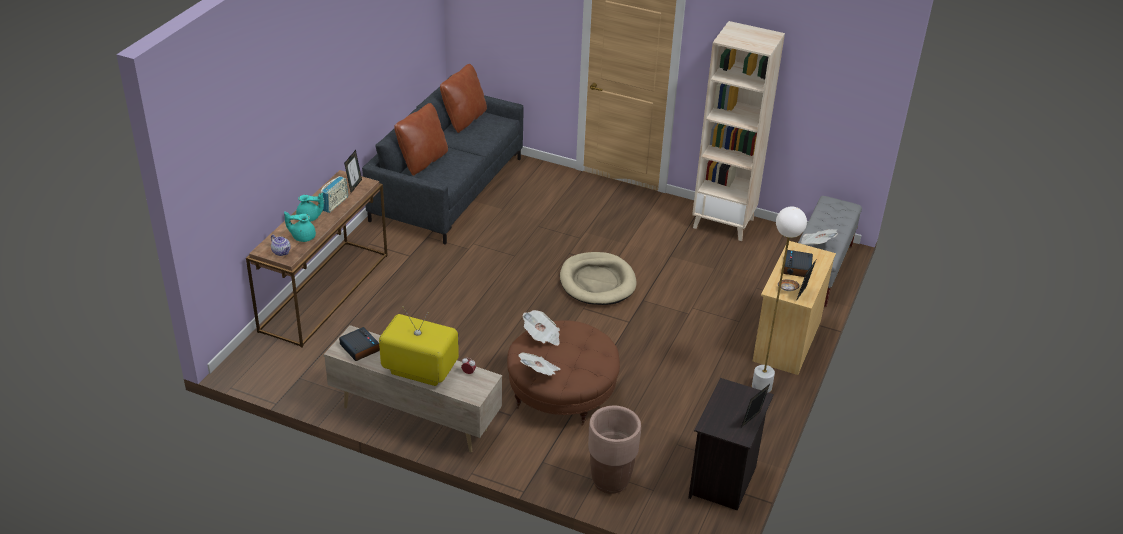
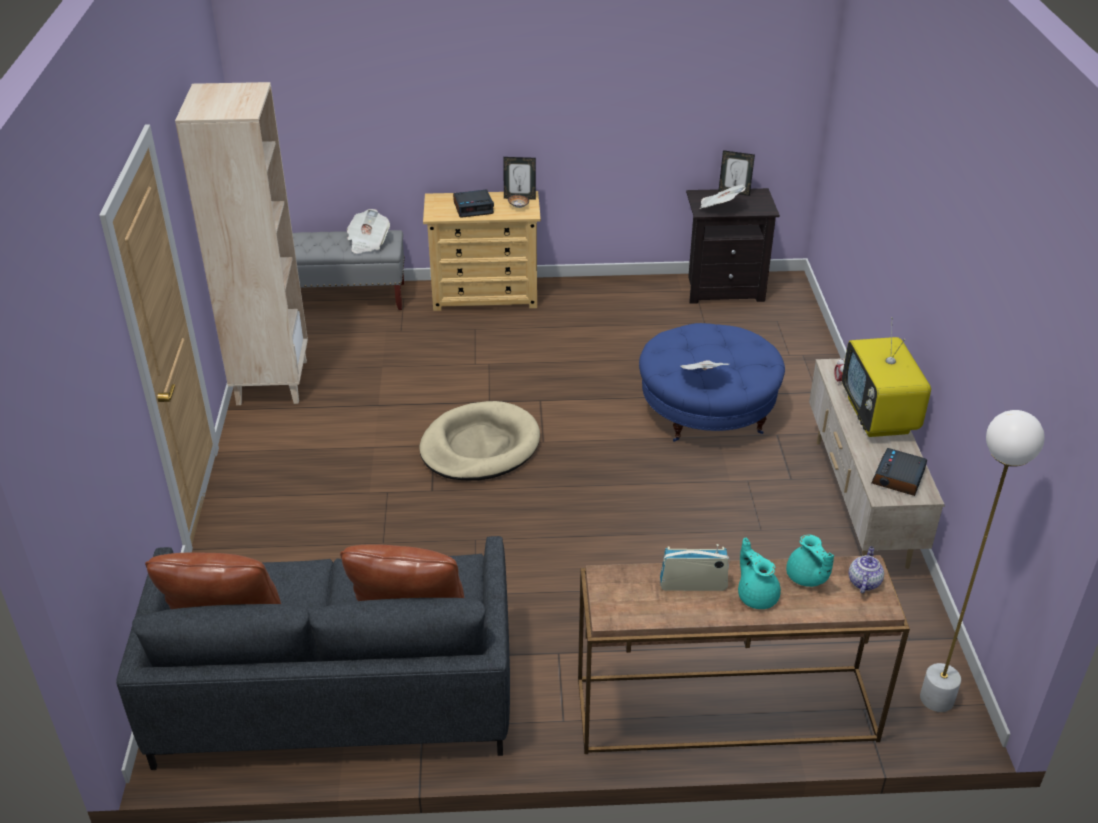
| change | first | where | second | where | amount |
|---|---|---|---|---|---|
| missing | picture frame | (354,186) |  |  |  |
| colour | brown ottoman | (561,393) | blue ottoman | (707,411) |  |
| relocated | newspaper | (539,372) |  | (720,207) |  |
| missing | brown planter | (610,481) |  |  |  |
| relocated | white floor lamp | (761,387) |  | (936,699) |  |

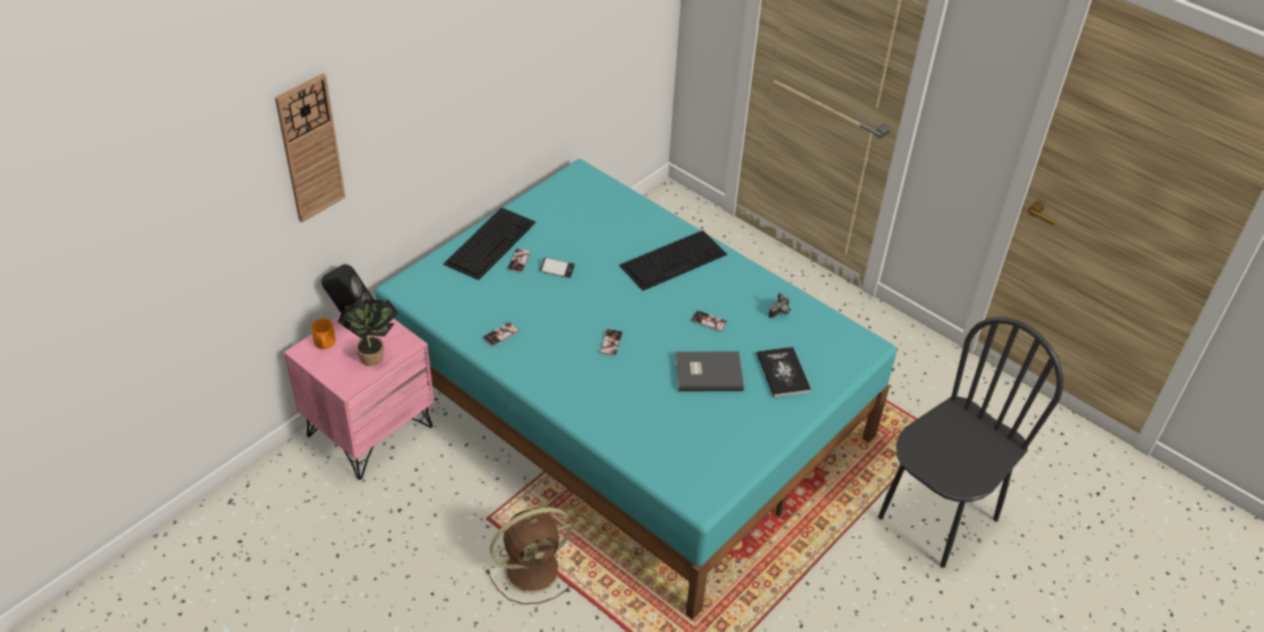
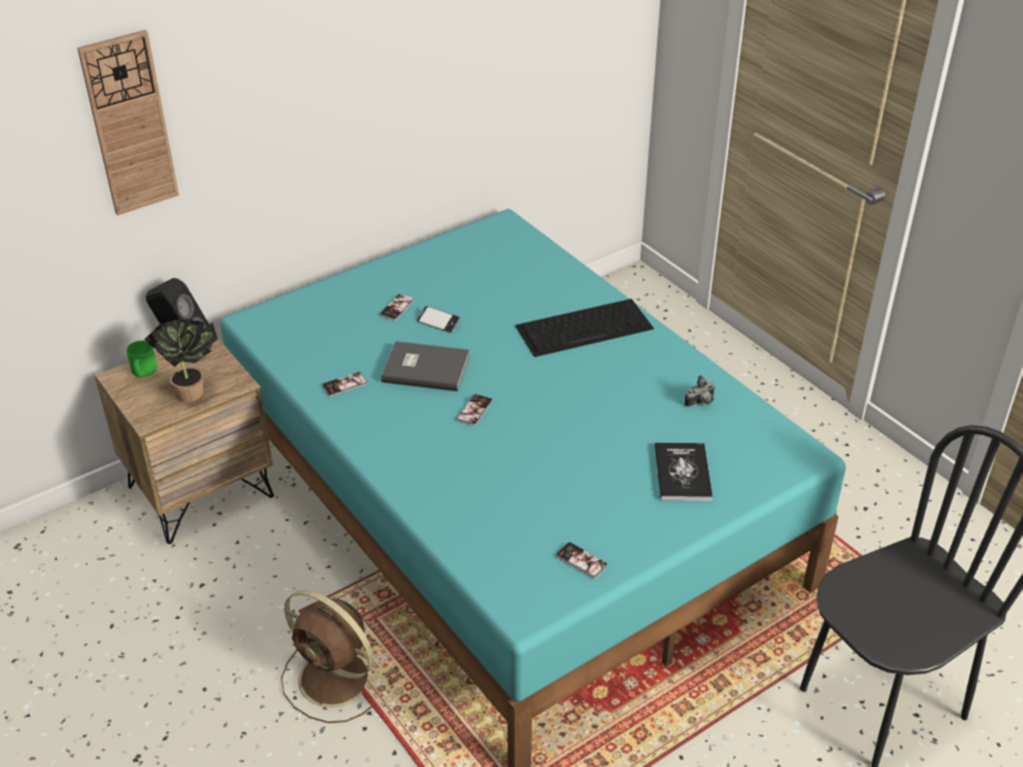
| change | first | where | second | where | amount |
|---|---|---|---|---|---|
| colour | pink nightstand | (369,430) | brown nightstand | (200,491) |  |
| colour | orange mug | (325,344) | green mug | (143,372) |  |
| missing | keyboard | (490,242) |  |  |  |
| spun | brown fan | (535,568) |  | (337,679) | 45 degrees clockwise |
| relocated | grey book | (707,372) |  | (425,367) |  |
| relocated | phone | (709,321) |  | (581,561) |  |

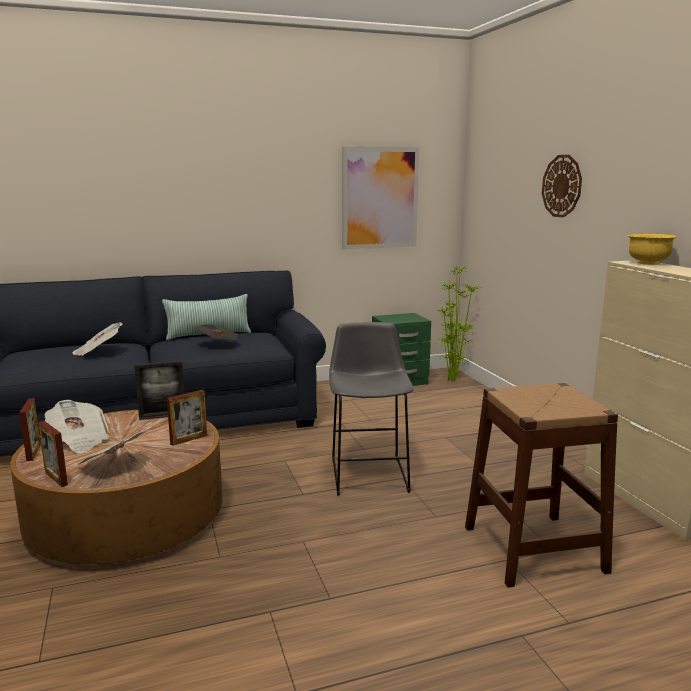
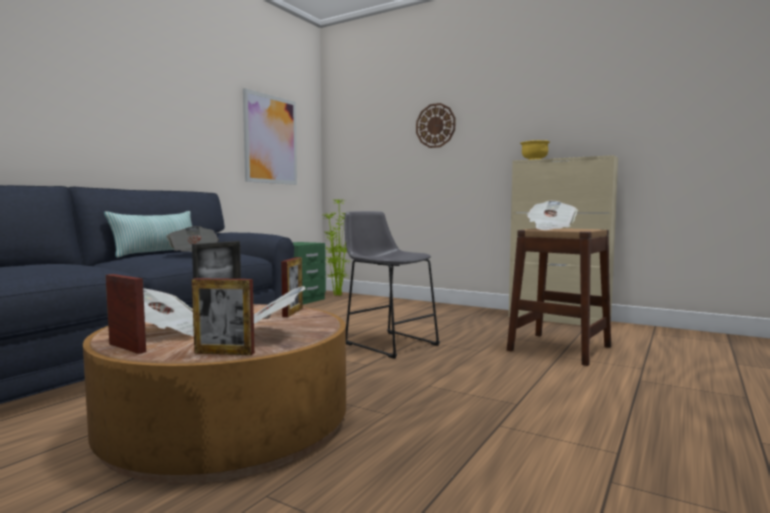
| change | first | where | second | where | amount |
|---|---|---|---|---|---|
| relocated | newspaper | (98,352) |  | (550,229) |  |

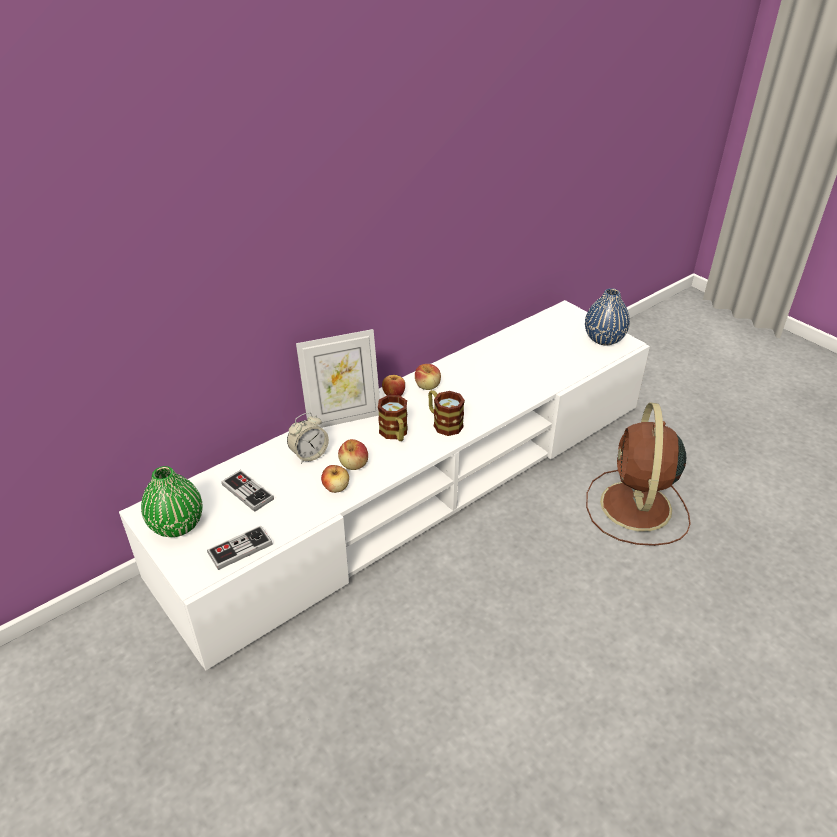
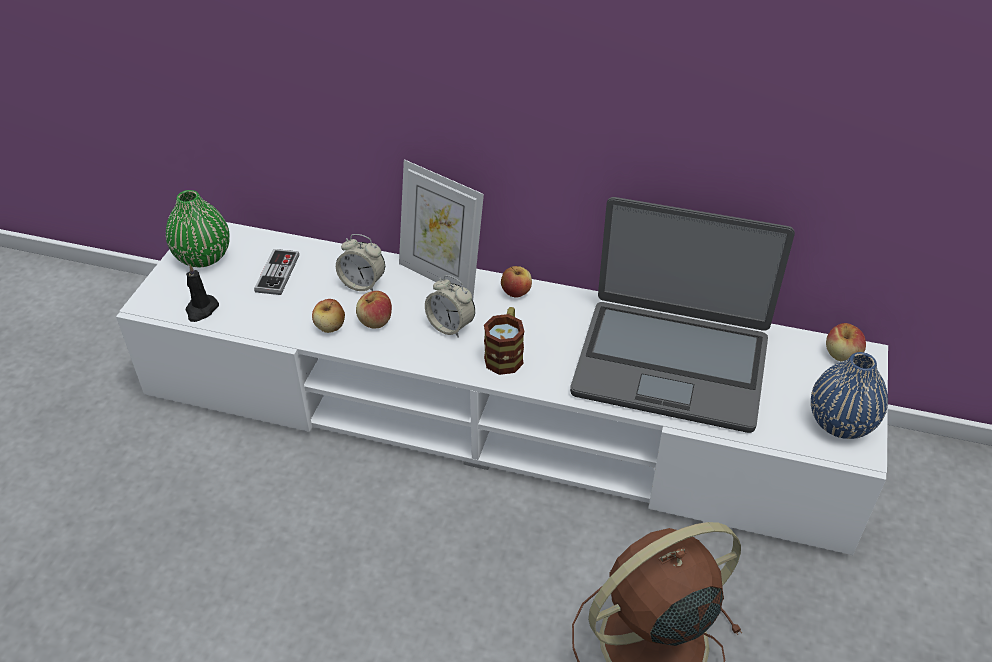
| change | first | where | second | where | amount |
|---|---|---|---|---|---|
| exchanged | game controller | (240,549) | black candle | (201,310) |  |
| exchanged | mug | (395,434) | alarm clock | (450,326) |  |
| relocated | apple | (427,386) |  | (842,355) |  |
| appeared |  |  | laptop | (671,364) |  |

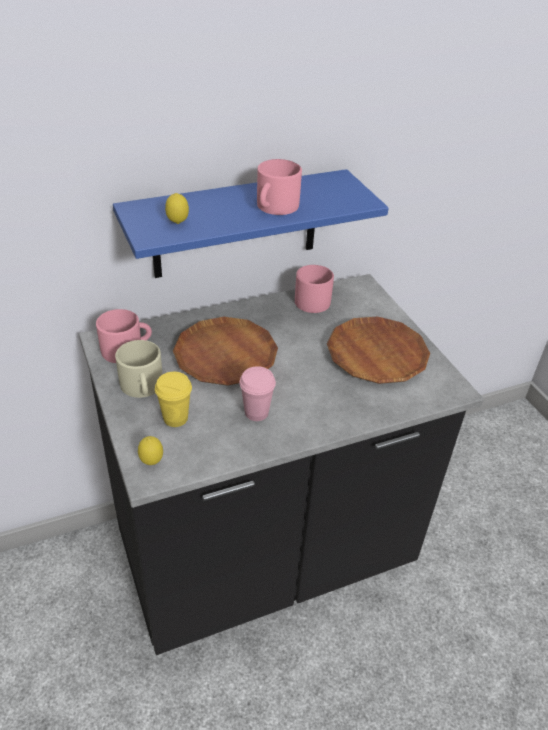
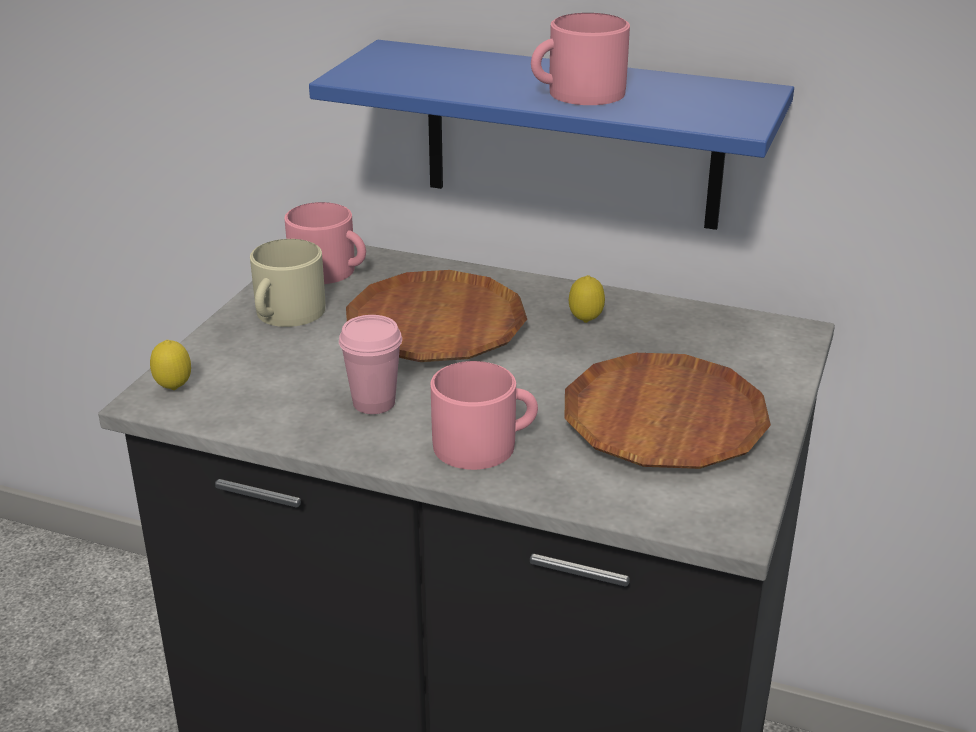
| change | first | where | second | where | amount |
|---|---|---|---|---|---|
| missing | yellow cup | (175,418) |  |  |  |
| relocated | lemon | (178,223) |  | (585,322) |  |
| relocated | pink mug | (315,300) |  | (485,444) |  |

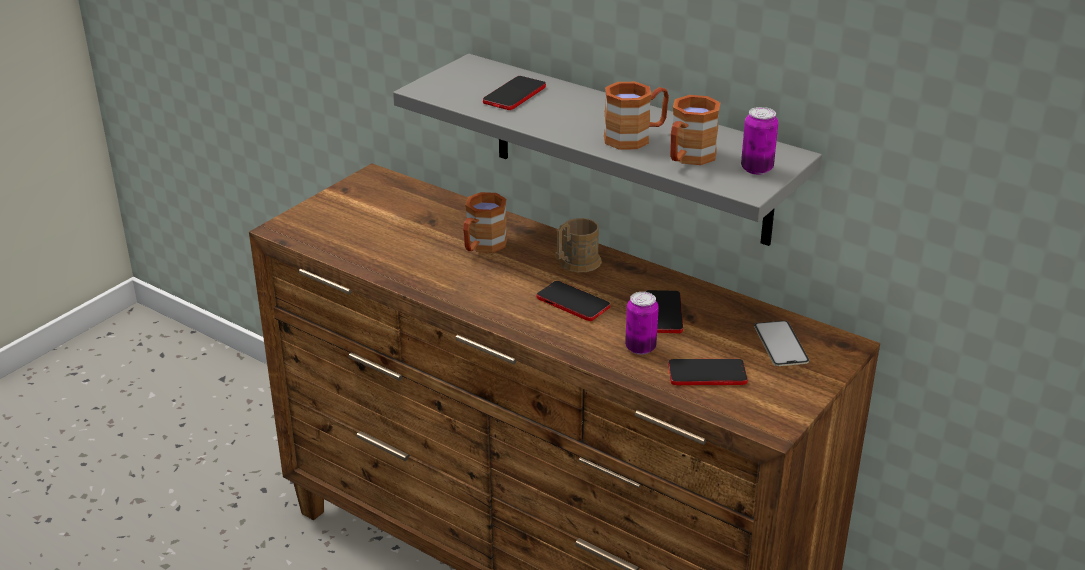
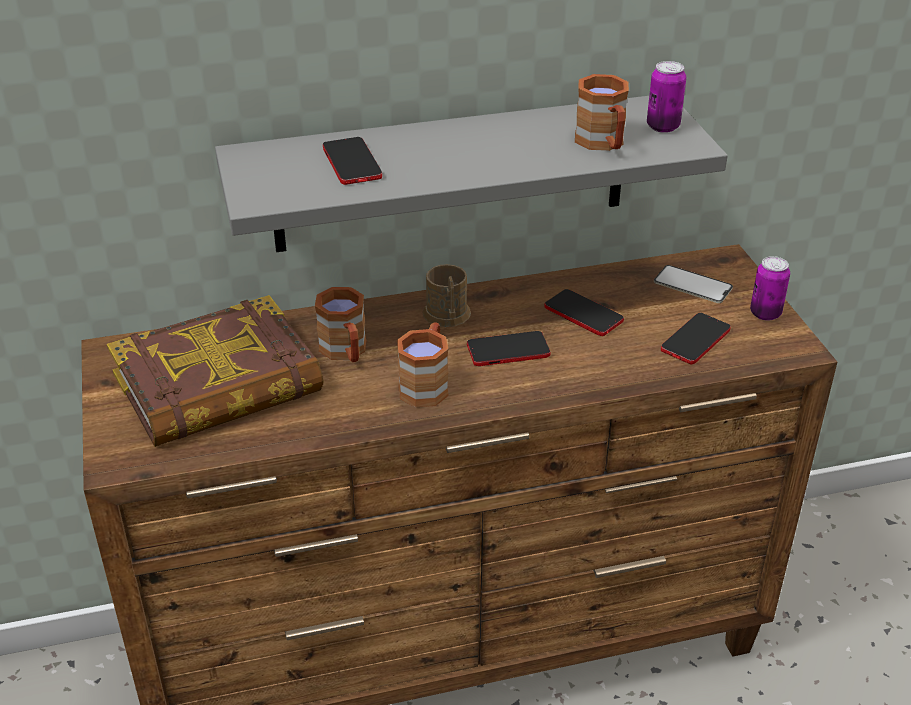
| change | first | where | second | where | amount |
|---|---|---|---|---|---|
| relocated | brown mug | (635,137) |  | (426,383) |  |
| relocated | can | (640,348) |  | (765,313) |  |
| appeared |  |  | book | (218,384) |  |

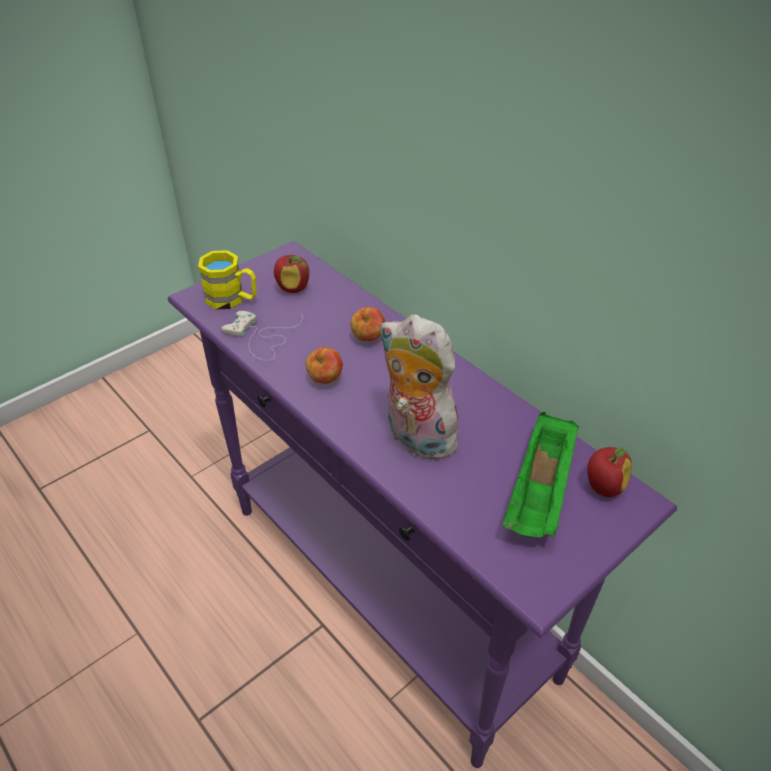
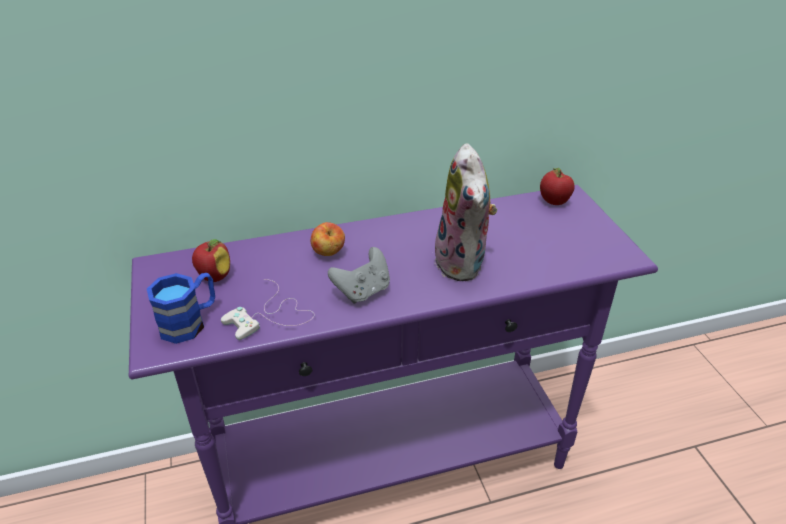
| change | first | where | second | where | amount |
|---|---|---|---|---|---|
| colour | yellow mug | (232,299) | blue mug | (190,322) |  |
| exchanged | apple | (325,379) | grey game controller | (363,291) |  |
| spun | plush toy | (415,438) |  | (464,263) | 75 degrees counterclockwise |
| missing | green tray | (540,492) |  |  |  |

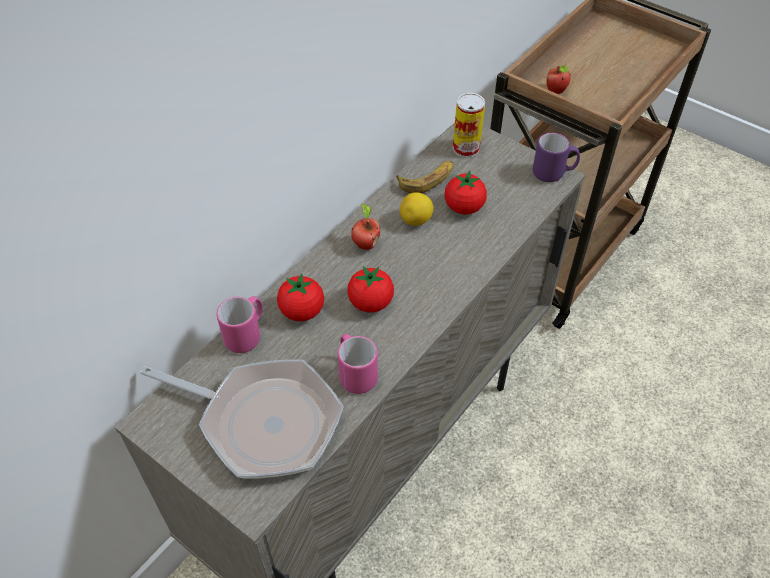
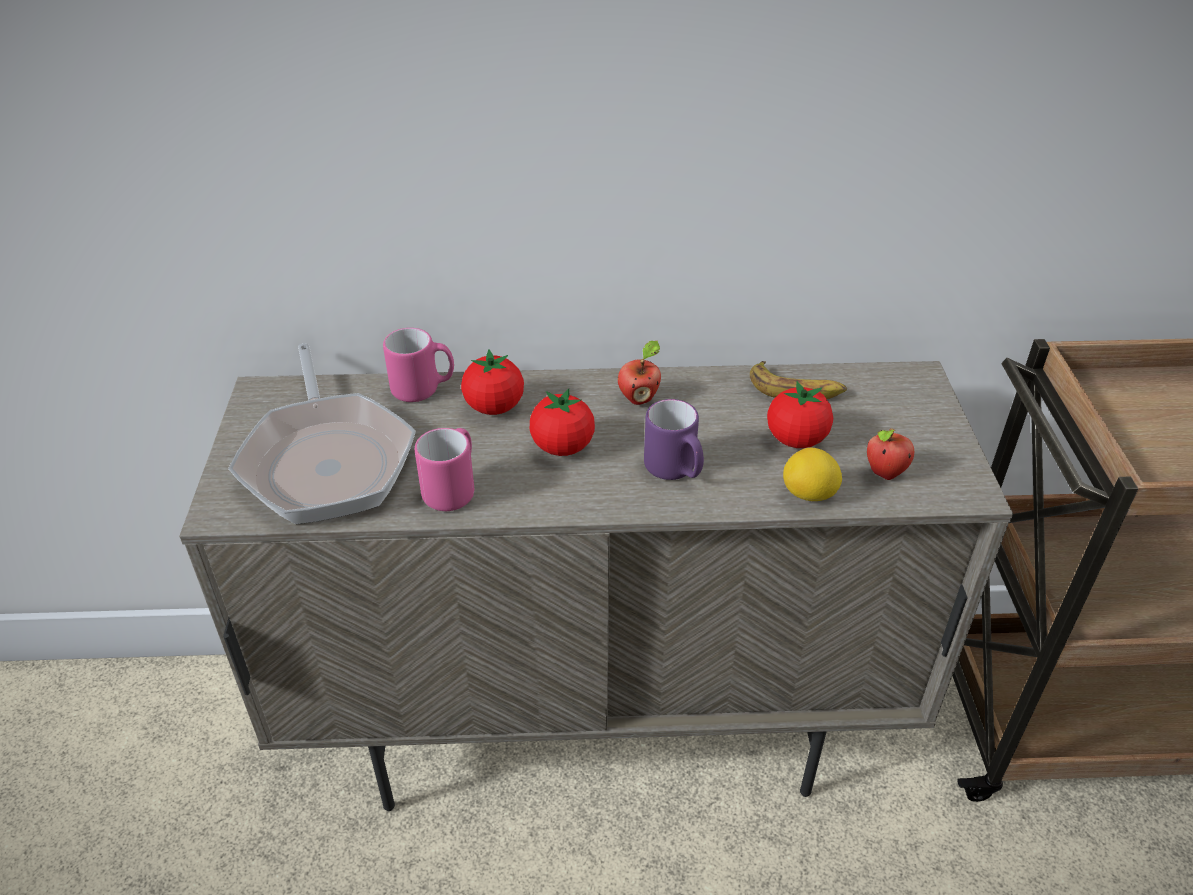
| change | first | where | second | where | amount |
|---|---|---|---|---|---|
| relocated | lemon | (416,220) |  | (809,495) |  |
| missing | can | (466,148) |  |  |  |
| relocated | purple mug | (553,173) |  | (675,471) |  |
| relocated | apple | (556,91) |  | (884,474) |  |

